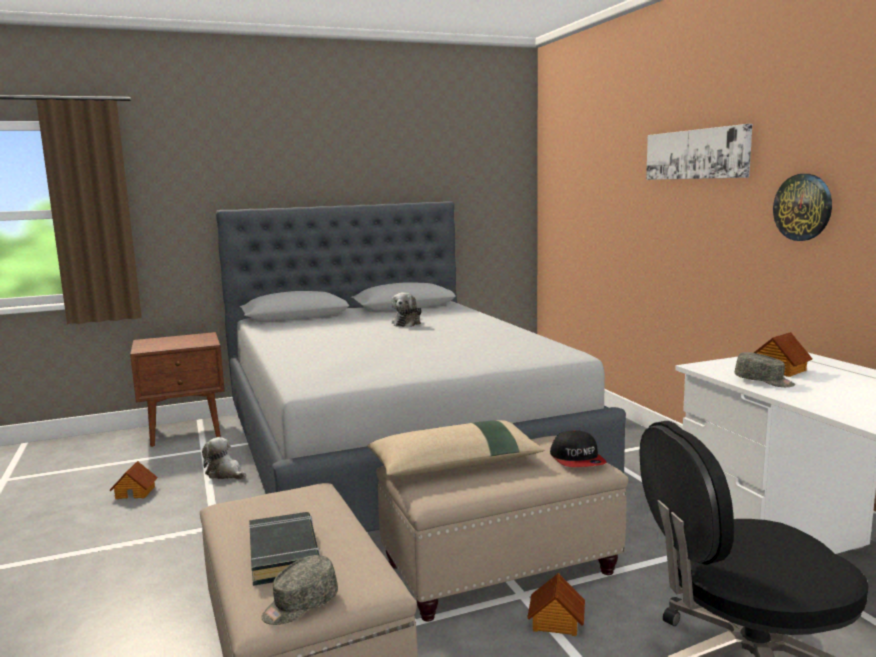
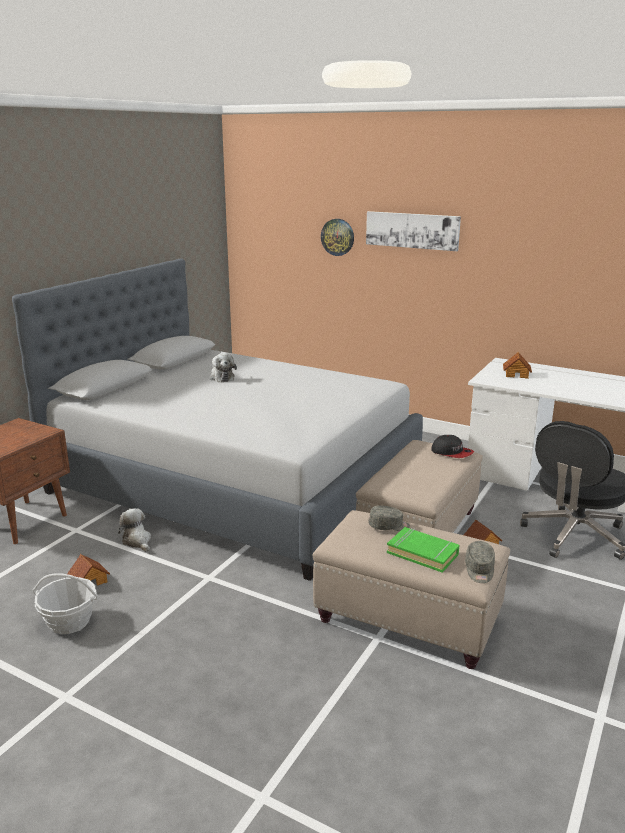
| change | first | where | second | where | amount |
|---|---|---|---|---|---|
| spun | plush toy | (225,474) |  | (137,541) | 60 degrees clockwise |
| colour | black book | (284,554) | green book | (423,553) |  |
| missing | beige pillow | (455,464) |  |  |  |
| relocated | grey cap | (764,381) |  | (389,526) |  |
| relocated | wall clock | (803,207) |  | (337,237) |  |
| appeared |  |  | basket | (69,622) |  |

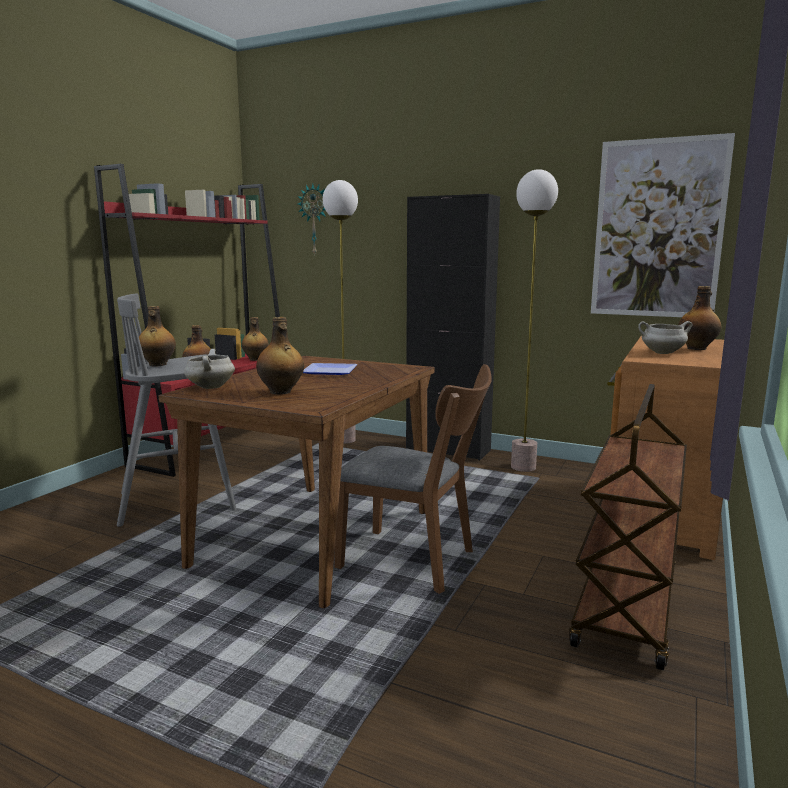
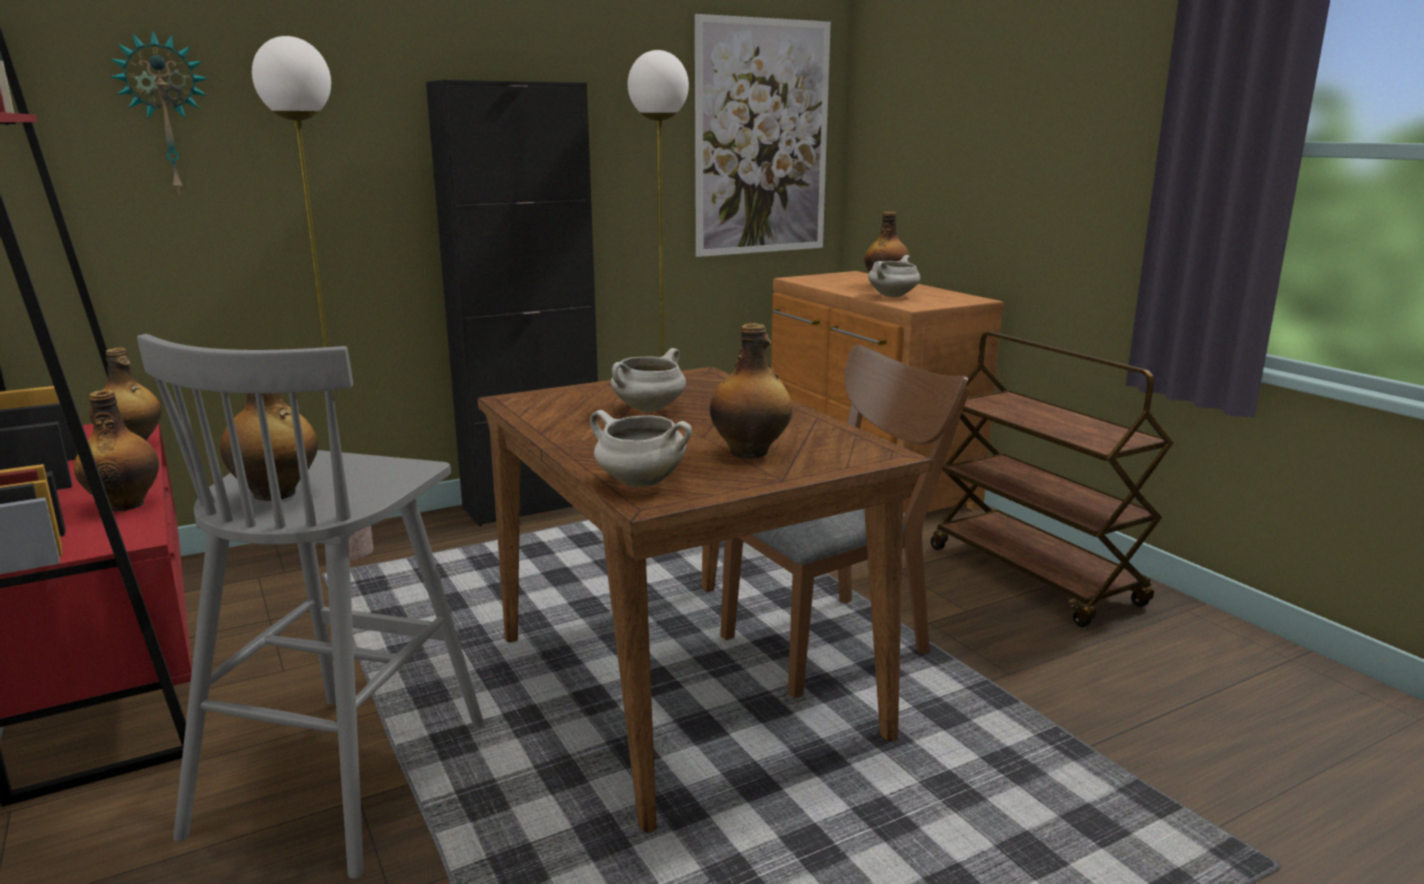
| change | first | where | second | where | amount |
|---|---|---|---|---|---|
| exchanged | plate | (327,372) | white cooking pot | (648,409) |  |

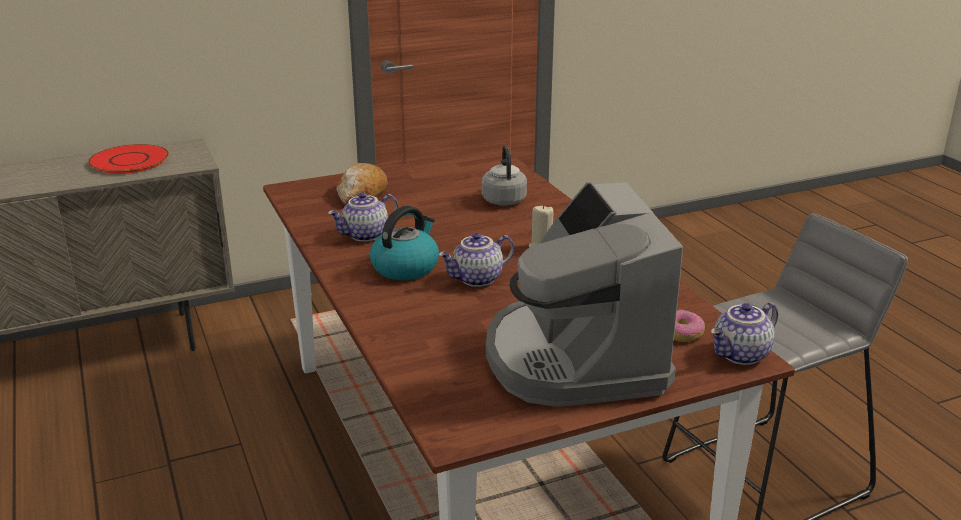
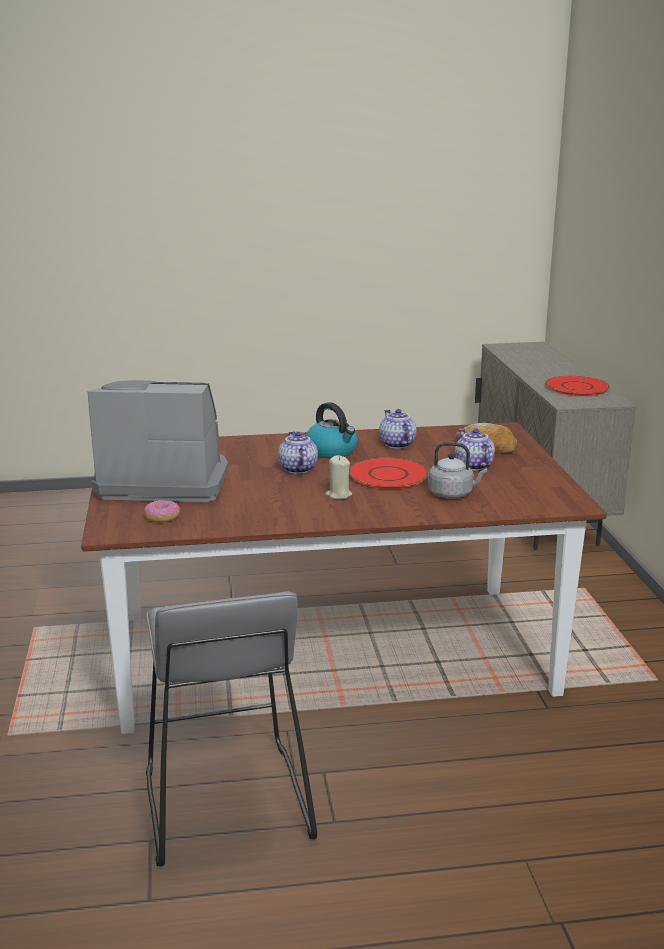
| change | first | where | second | where | amount |
|---|---|---|---|---|---|
| relocated | teapot | (741,355) |  | (472,466) |  |
| appeared |  |  | red plate | (388,475) |  |

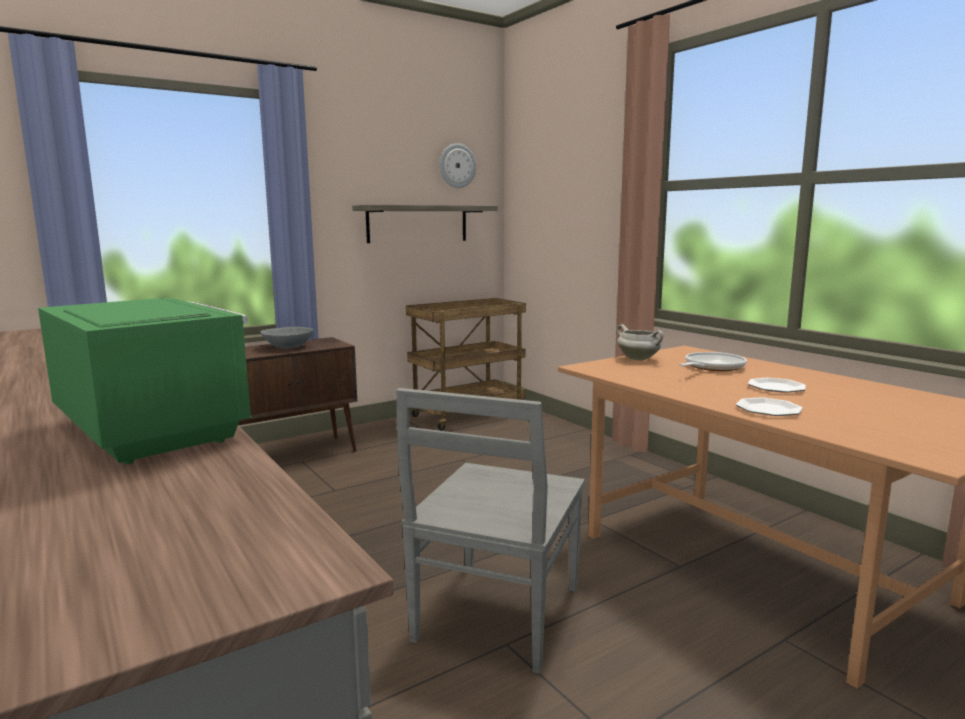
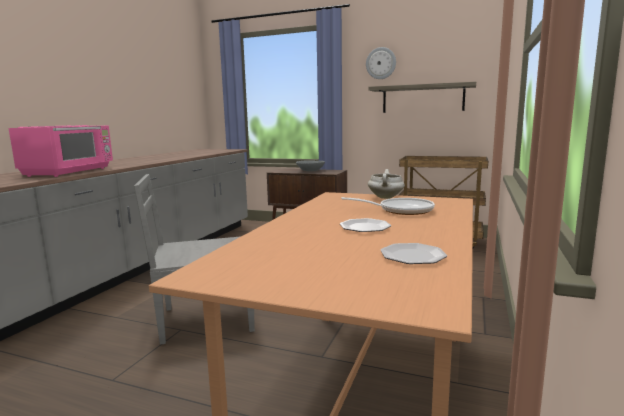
| change | first | where | second | where | amount |
|---|---|---|---|---|---|
| colour | green microwave | (151,428) | pink microwave | (70,172) |  |
| relocated | wall clock | (457,166) |  | (381,63) |  |
| relocated | plate | (767,409) |  | (412,256) |  |

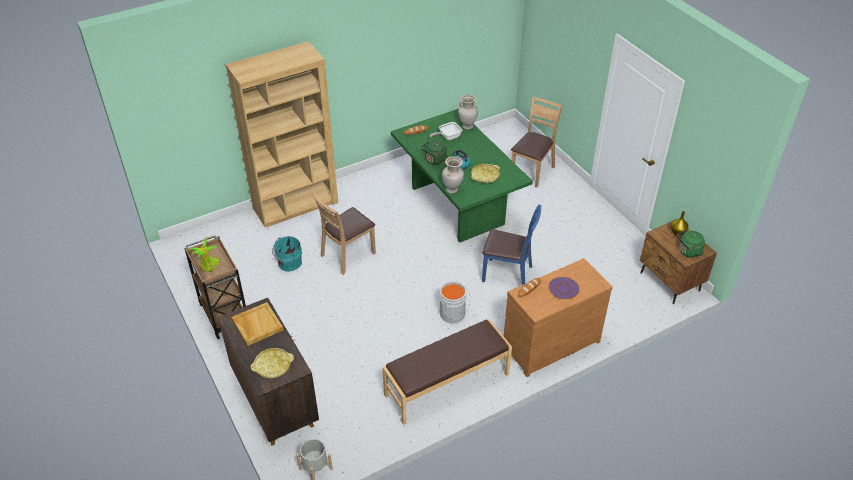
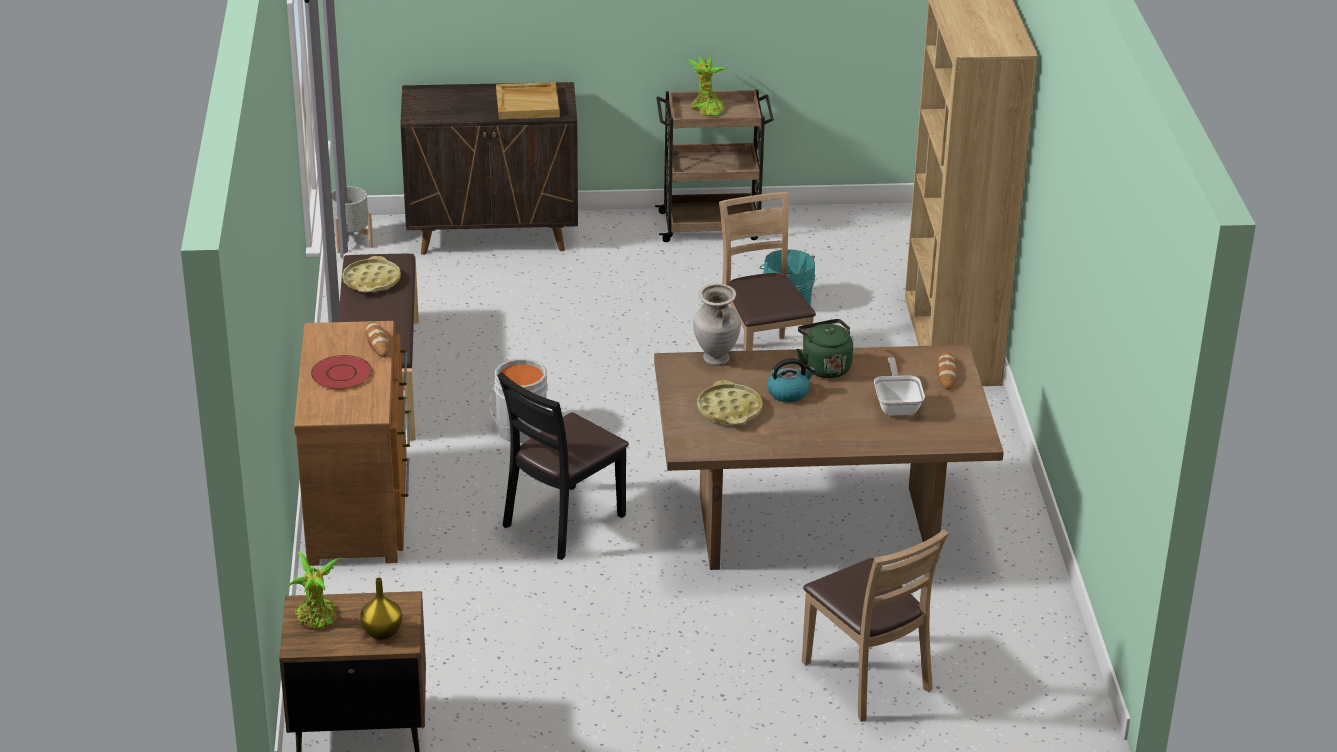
| change | first | where | second | where | amount |
|---|---|---|---|---|---|
| relocated | yellow tray | (272,365) |  | (372,281) |  |
| colour | green dining table | (456,205) | brown dining table | (817,527) |  |
| missing | beige vase | (467,126) |  |  |  |
| colour | blue chair | (508,274) | black chair | (563,522) |  |
| colour | purple plate | (563,288) | red plate | (341,374) |  |
| exchanged | green kettle | (688,252) | potted plant | (317,619) |  |

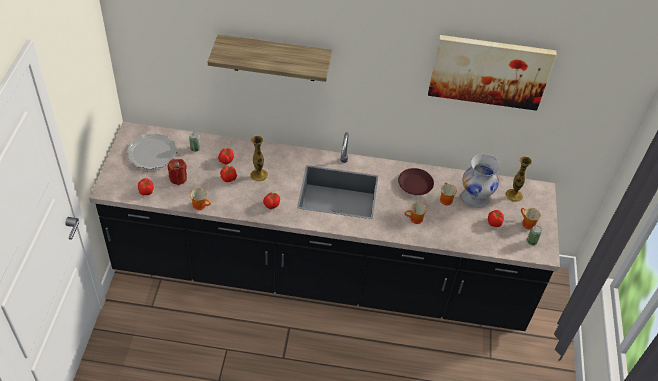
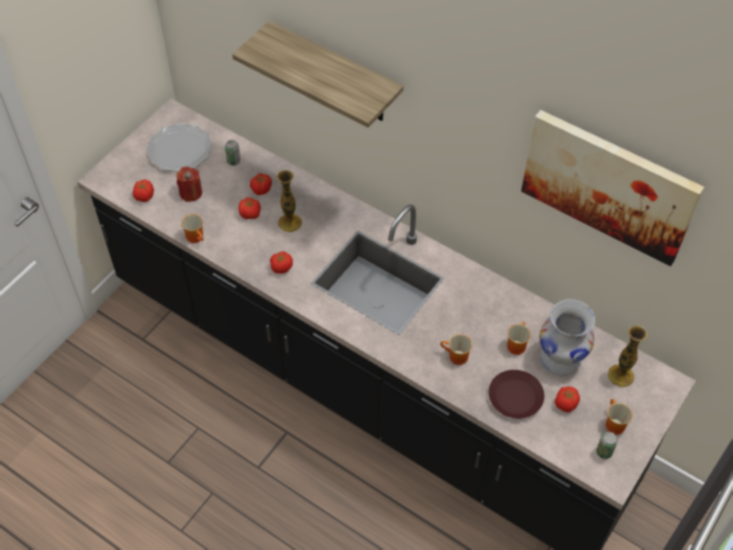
| change | first | where | second | where | amount |
|---|---|---|---|---|---|
| relocated | brown plate | (415,184) |  | (516,397) |  |

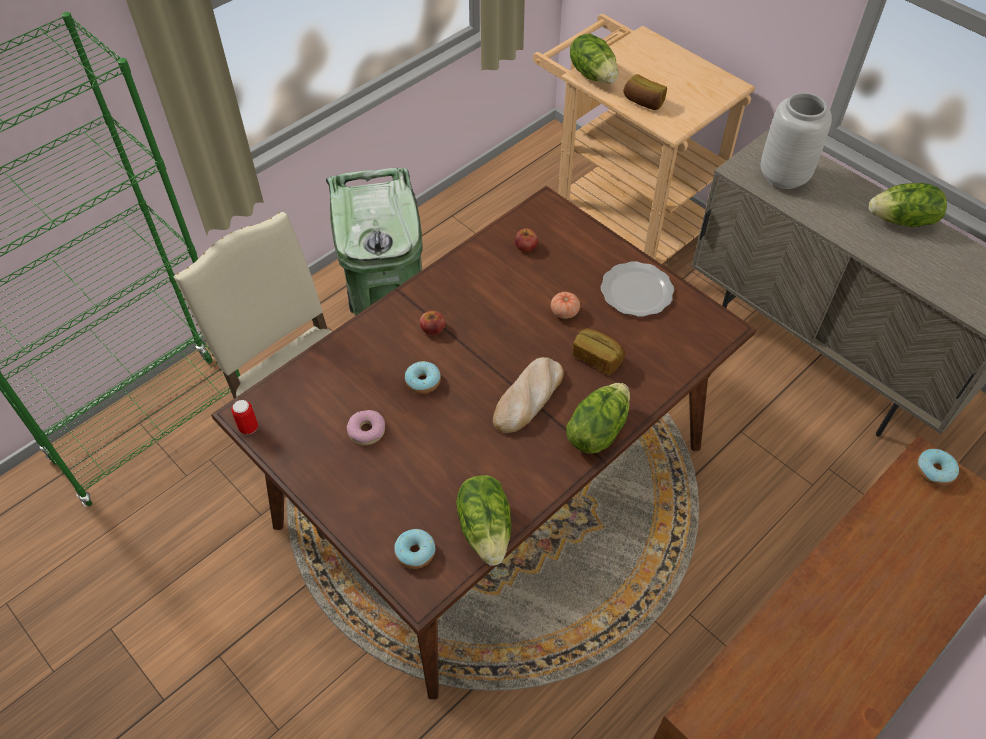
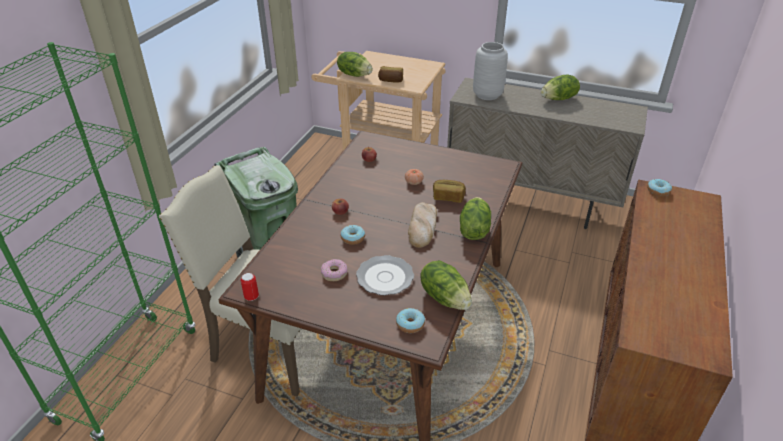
| change | first | where | second | where | amount |
|---|---|---|---|---|---|
| relocated | plate | (636,290) |  | (384,276) |  |

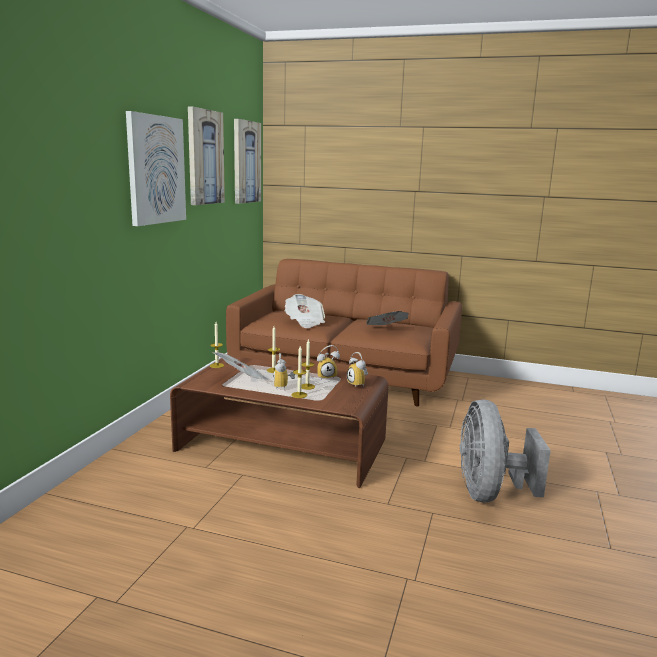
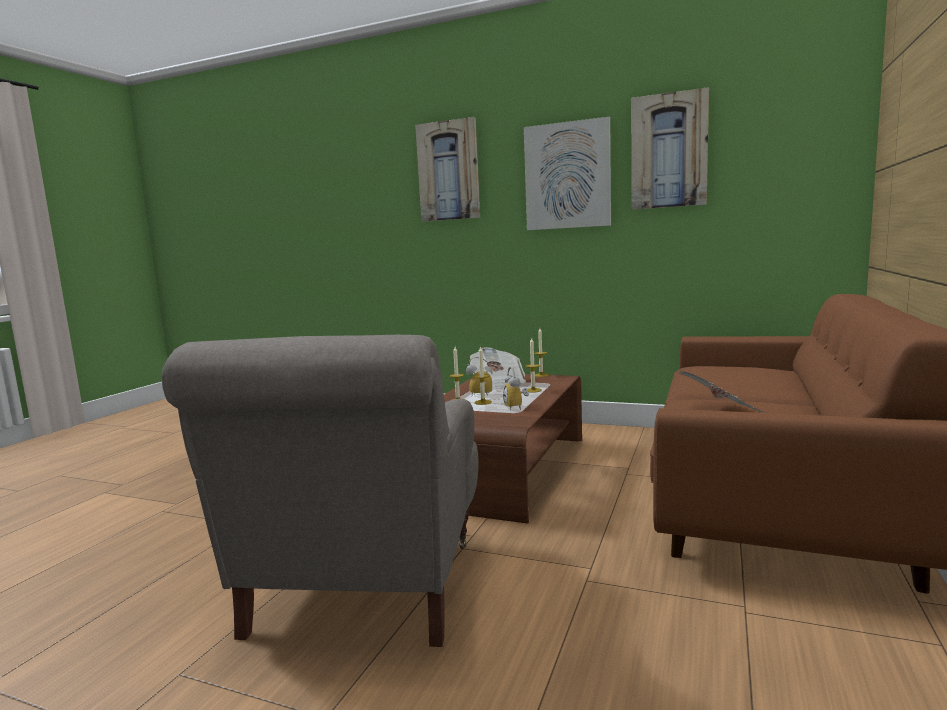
| change | first | where | second | where | amount |
|---|---|---|---|---|---|
| relocated | picture | (246,162) |  | (448,171) |  |
| missing | newspaper | (304,322) |  |  |  |
| missing | alarm clock | (359,384) |  |  |  |
| exchanged | grey fan | (489,493) | grey armchair | (363,589) |  |

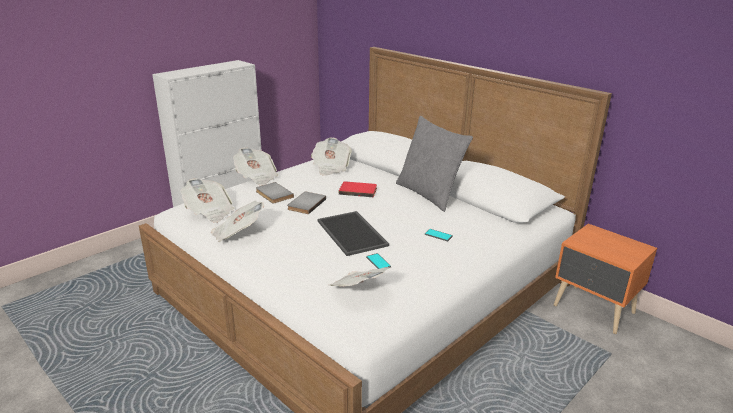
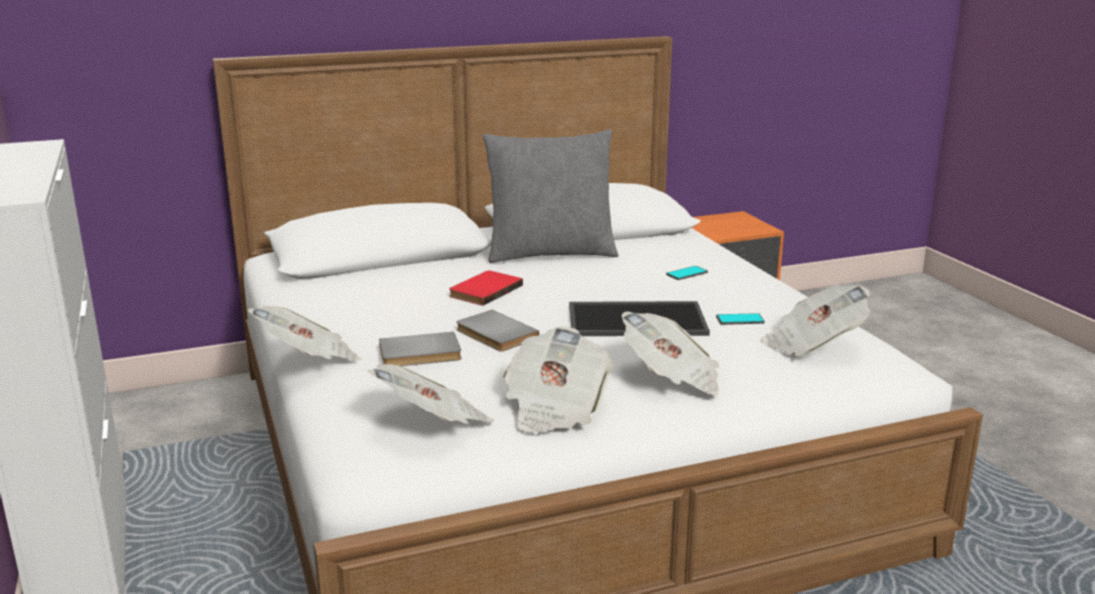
| change | first | where | second | where | amount |
|---|---|---|---|---|---|
| relocated | newspaper | (331,167) |  | (672,378) |  |

